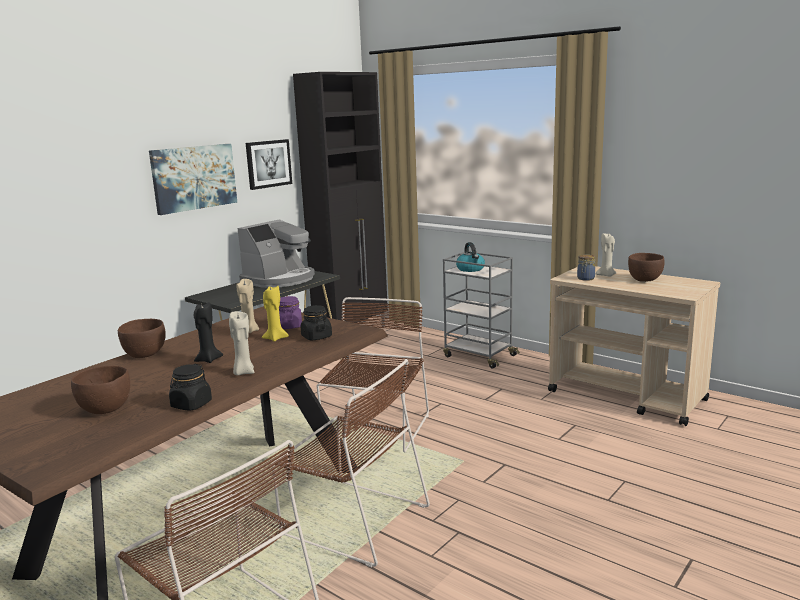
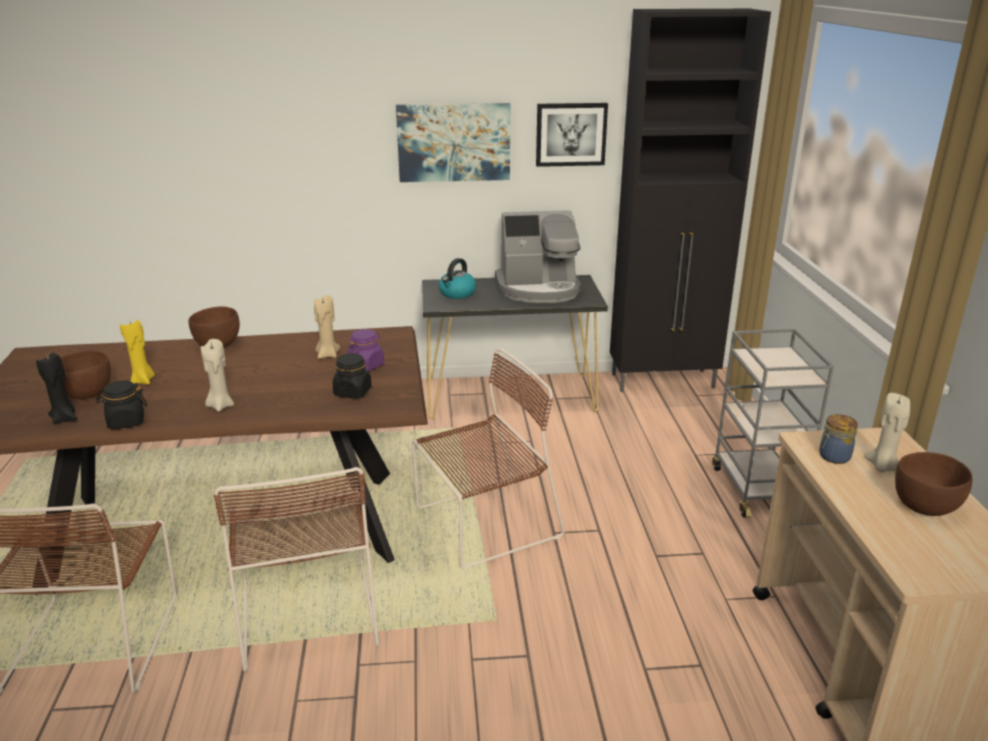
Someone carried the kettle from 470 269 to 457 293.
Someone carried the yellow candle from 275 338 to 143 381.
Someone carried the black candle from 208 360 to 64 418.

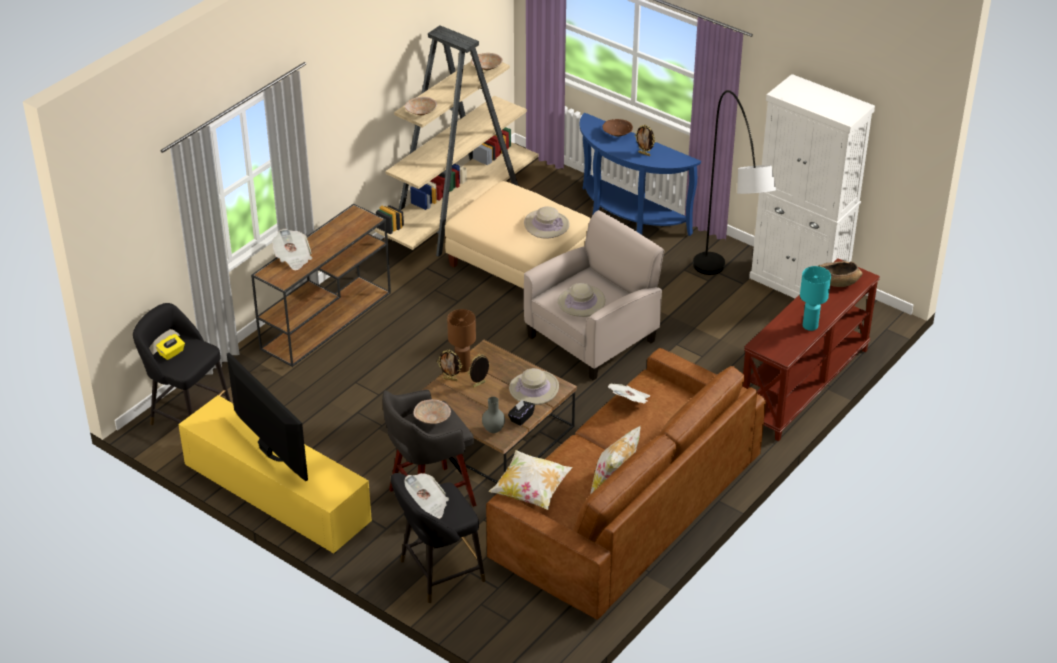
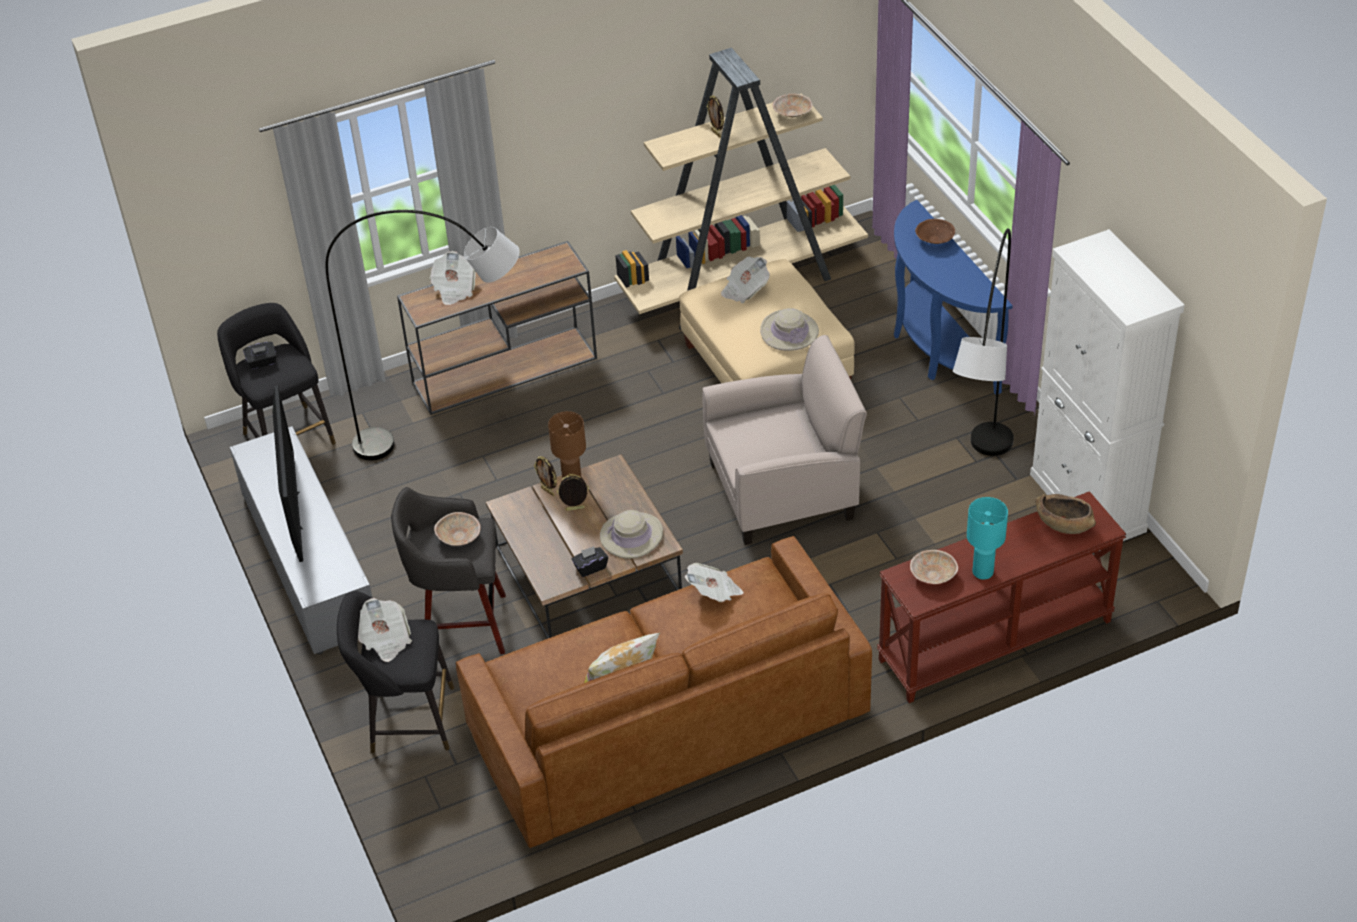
Someone carried the beige bowl from 420 113 to 932 575.
Someone carried the picture frame from 644 154 to 716 133.
Someone took away the beige hat at 581 302.
Someone repainted the yellow tissue box at 171 353, which became the black tissue box at 262 362.
Someone repainted the yellow tv stand at 275 495, which became the grey tv stand at 307 562.
Someone took away the grey vase at 493 430.
Someone took away the pillow at 531 491.
Someone put down the grey floor lamp at 452 439.
Someone put down the newspaper at 744 290.

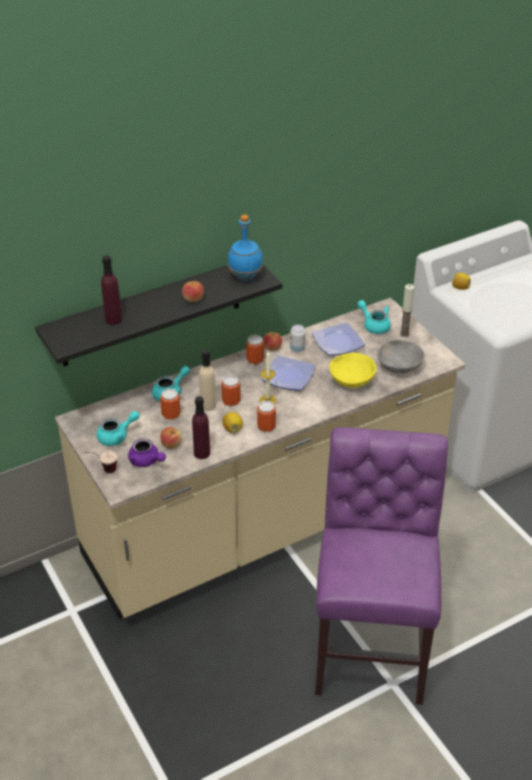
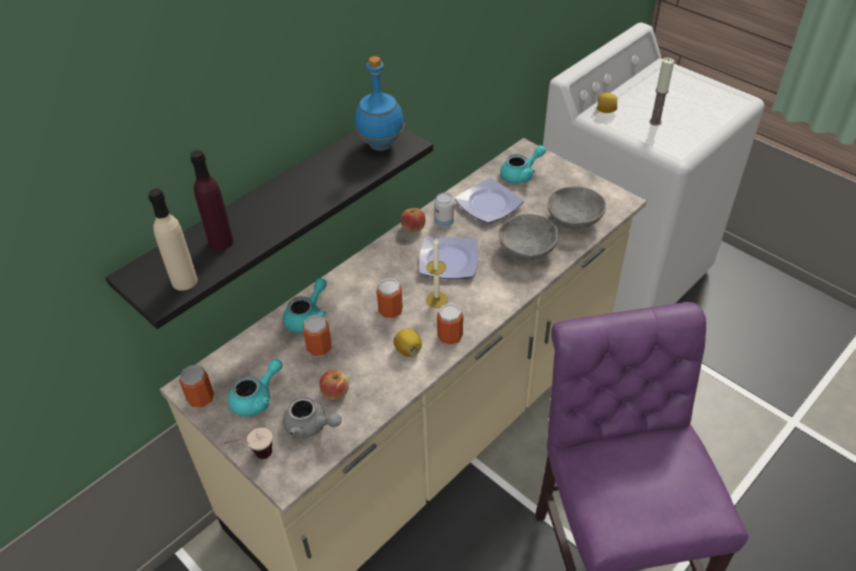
Someone took away the apple at 193 299.
Someone carried the candle from 404 334 to 655 122.
Someone rotated the turquoise teapot at 374 325 by 120 degrees clockwise.
Someone carried the can from 255 360 to 201 398.
Someone carried the beige bottle from 208 406 to 184 281.
Someone repainted the yellow bowl at 352 380, which became the grey bowl at 528 249.
Someone took away the purple bottle at 202 453.
Someone repainted the purple teapot at 146 461, which became the grey teapot at 310 426.

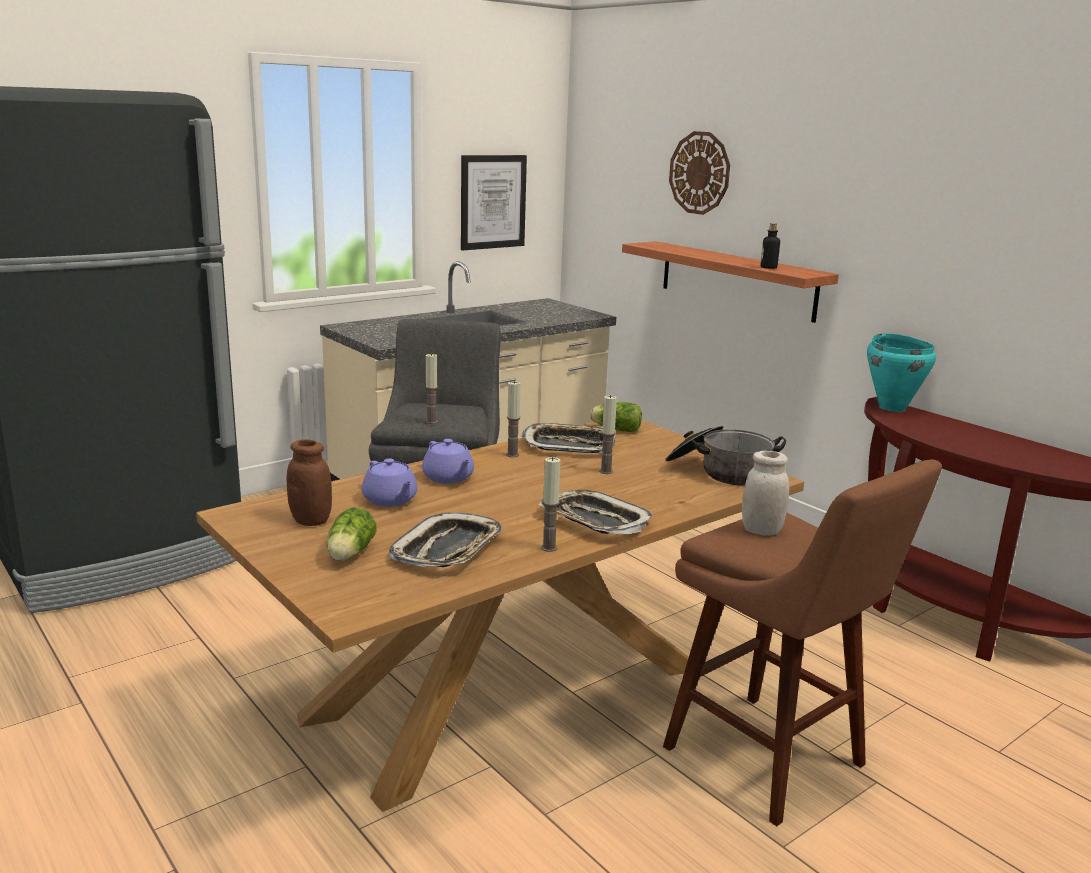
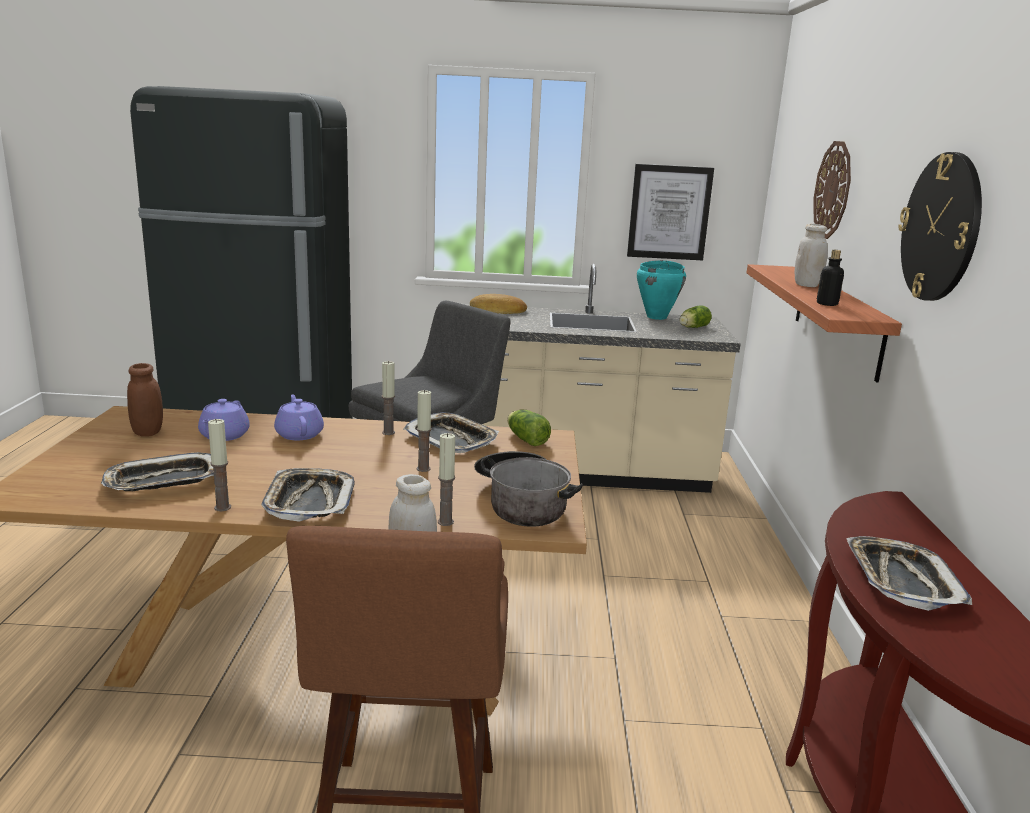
Someone carried the turquoise cooking pot from 892 408 to 657 317.
Someone carried the candle from 431 422 to 445 522.
Someone rotated the purple teapot at 448 478 by 150 degrees clockwise.
Someone carried the lettuce from 349 554 to 692 327.
Someone put up the wall clock at 941 227.
Someone put down the white jar at 806 285.
Someone put down the bread at 498 311.
Someone put down the tray at 901 580.

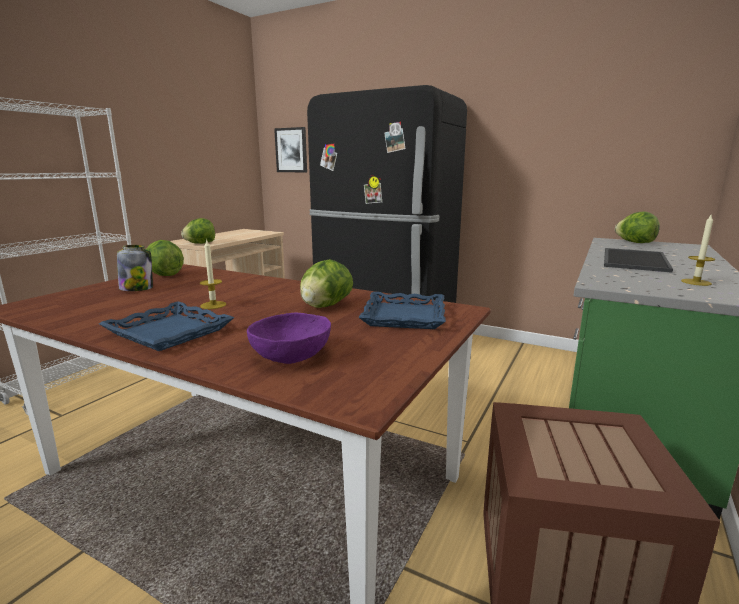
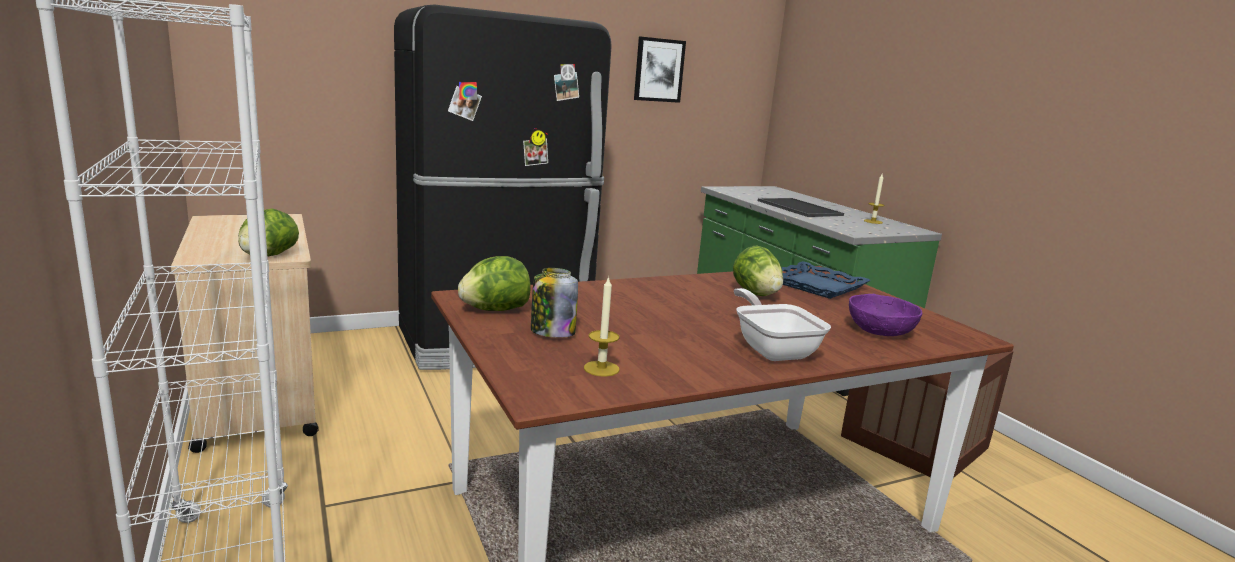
Someone carried the picture from 291 150 to 658 70.
Someone took away the lettuce at 635 242.
Someone carried the candle from 213 305 to 601 368.
Someone swapped the blue tray at 170 332 for the frying pan at 772 349.

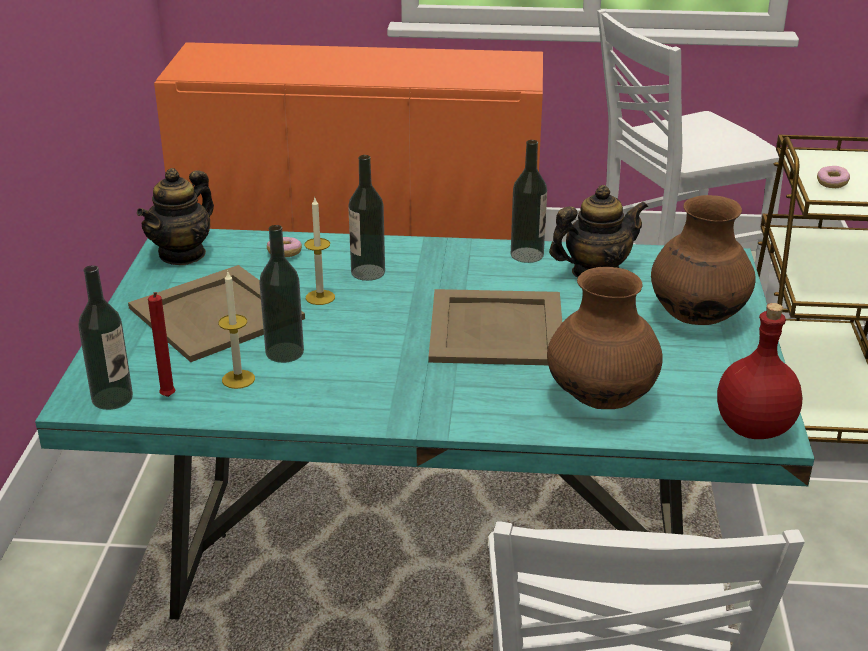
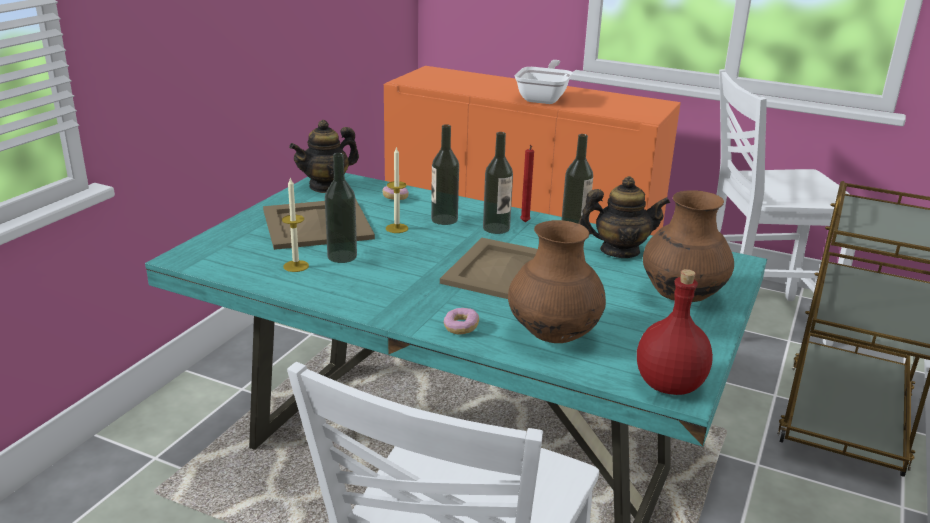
Someone carried the donut from 832 183 to 461 328.
Someone carried the bottle from 112 398 to 496 228.
Someone carried the red candle from 168 398 to 524 223.
Someone put down the frying pan at 544 98.

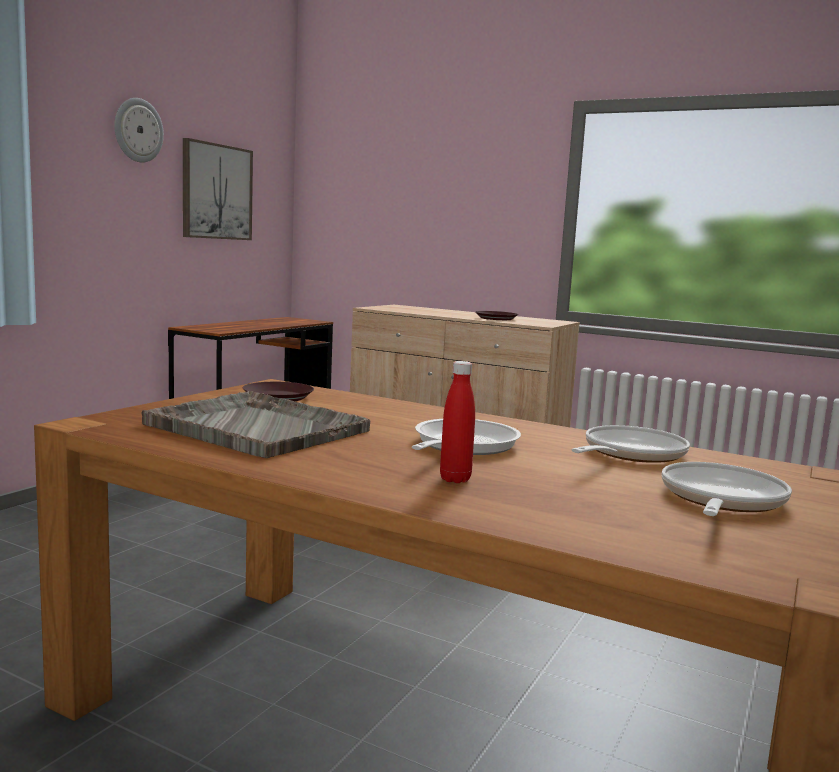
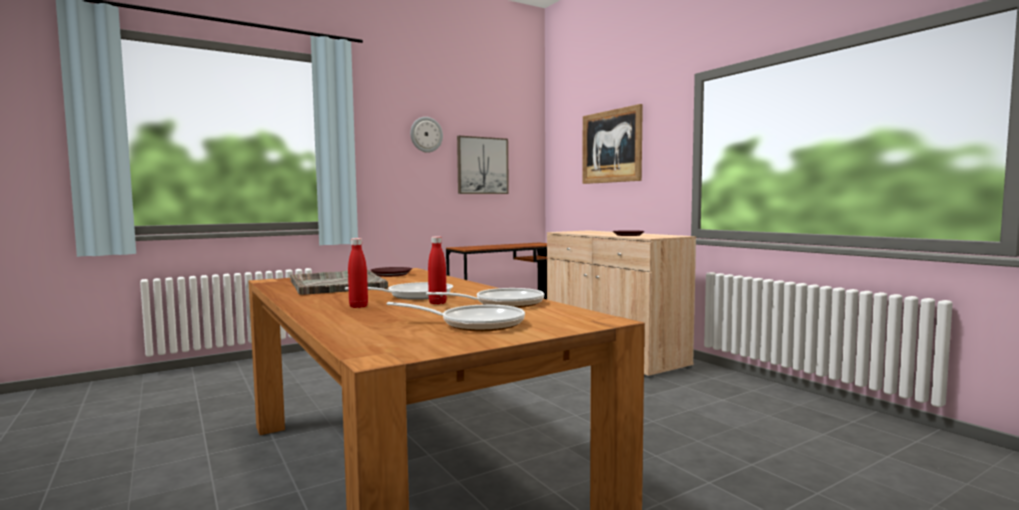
Someone rotated the frying pan at 720 500 by 45 degrees clockwise.
Someone put up the picture at 611 146.
Someone put down the red bottle at 437 303.

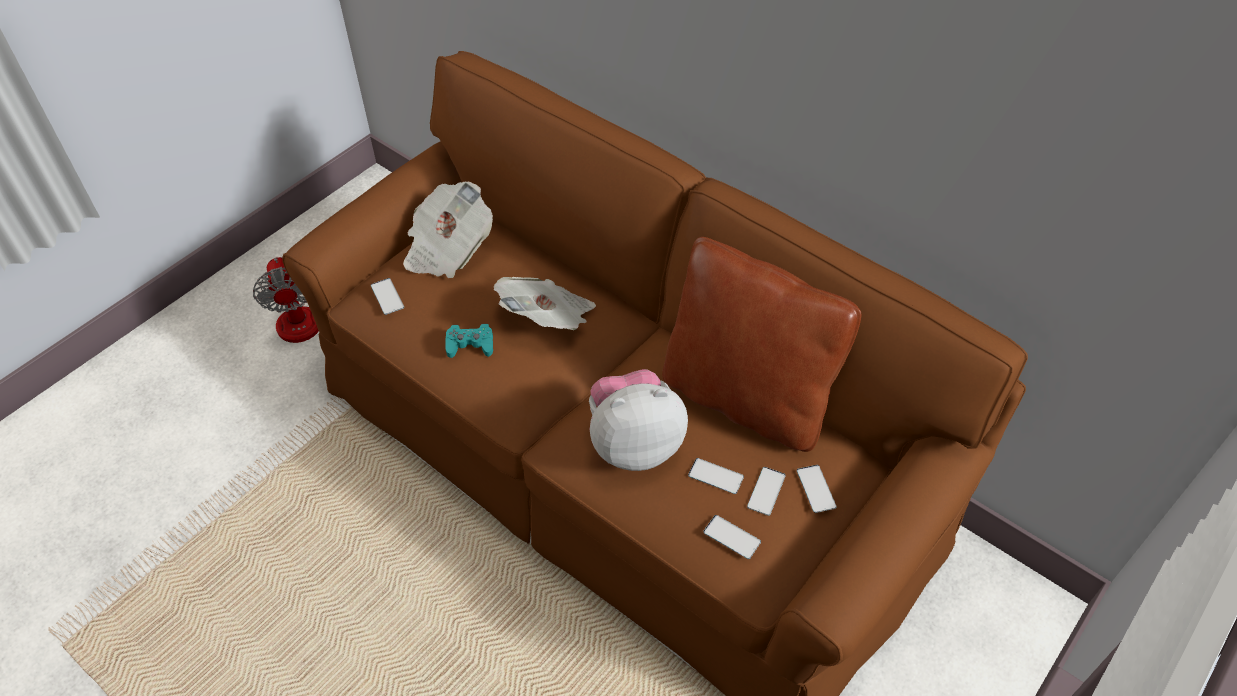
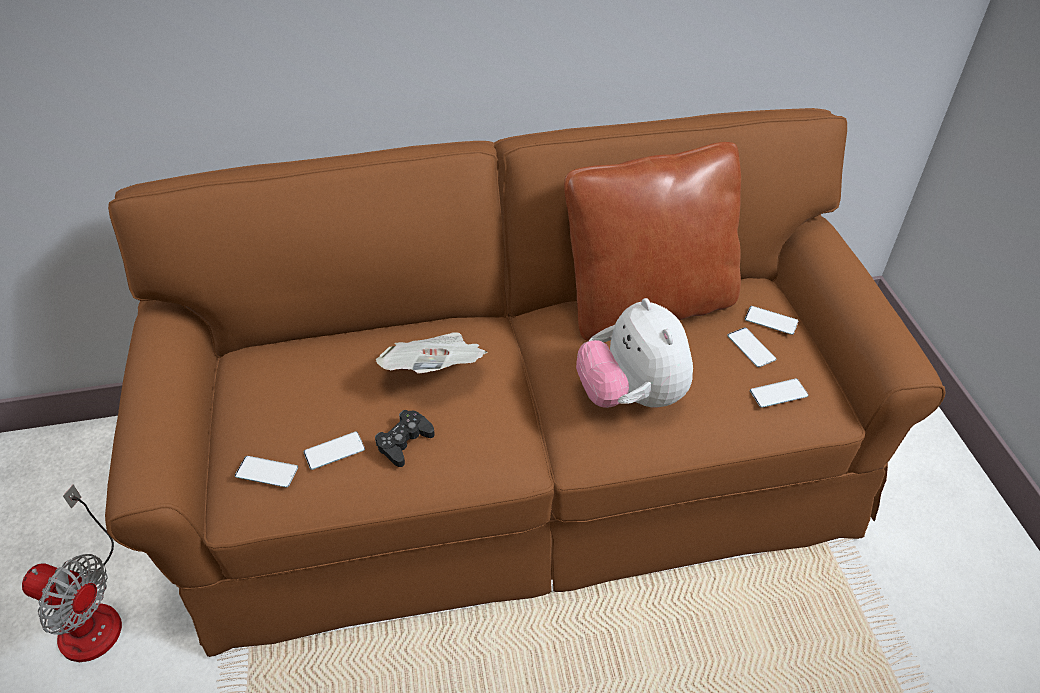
Someone took away the newspaper at 447 249.
Someone repainted the turquoise game controller at 470 345, which became the black game controller at 404 442.
Someone rotated the plush toy at 634 443 by 45 degrees counterclockwise.
Someone carried the phone from 715 476 to 334 451.

